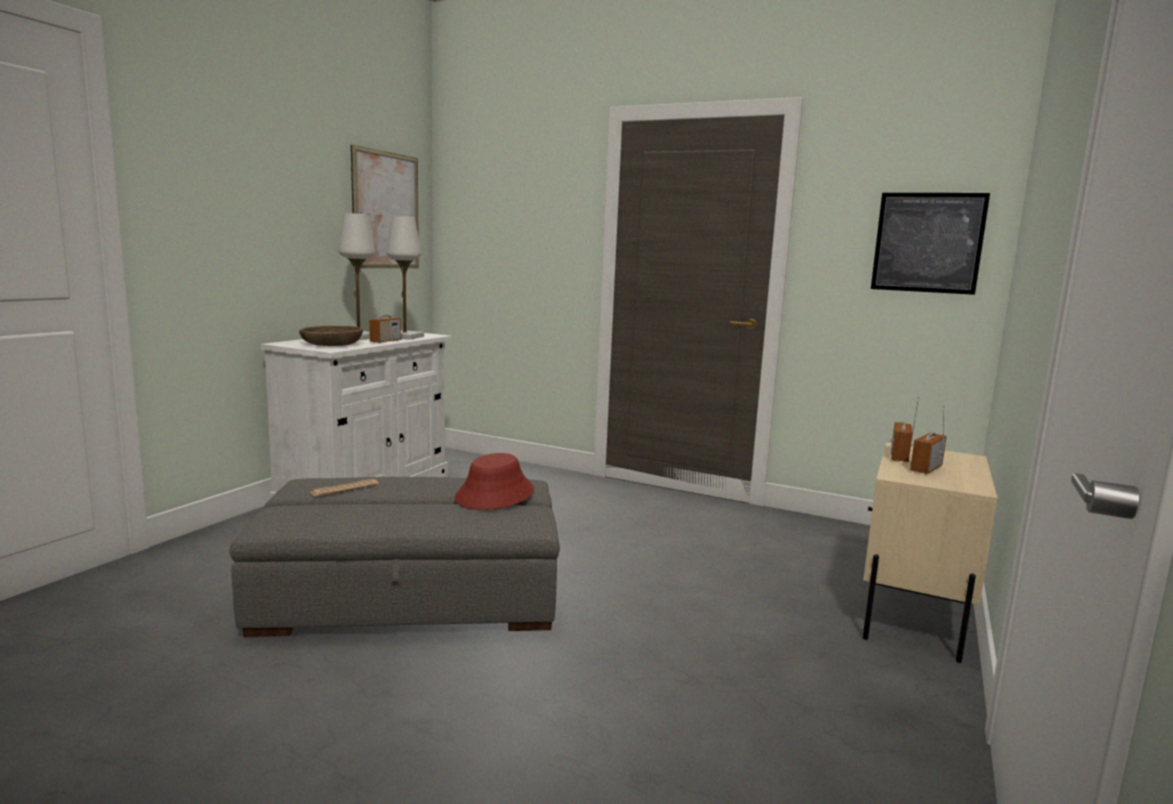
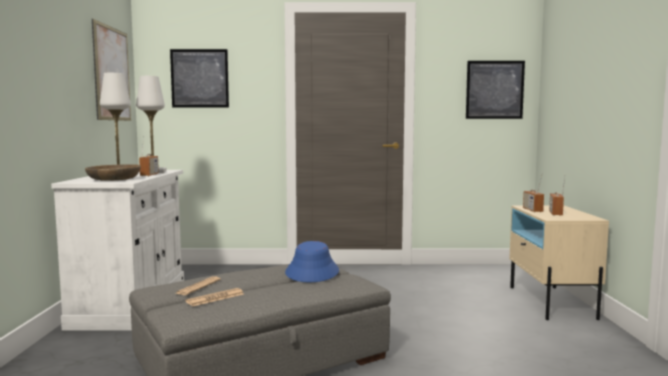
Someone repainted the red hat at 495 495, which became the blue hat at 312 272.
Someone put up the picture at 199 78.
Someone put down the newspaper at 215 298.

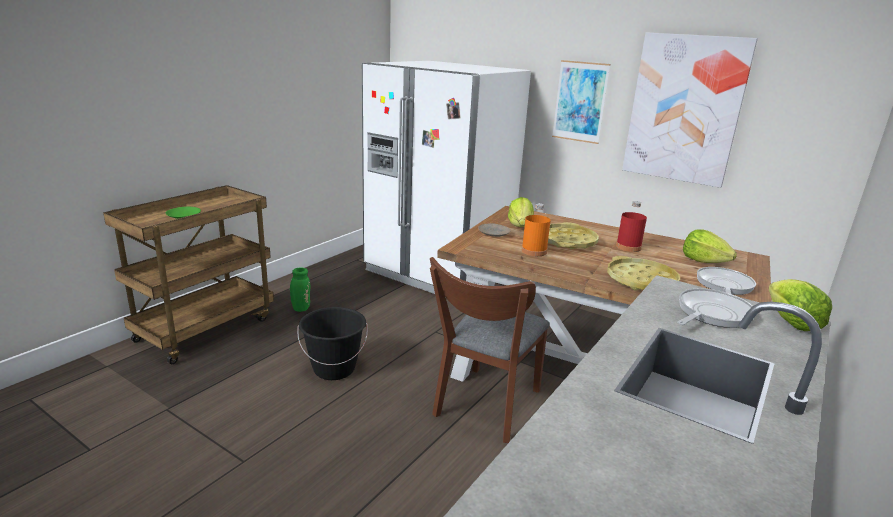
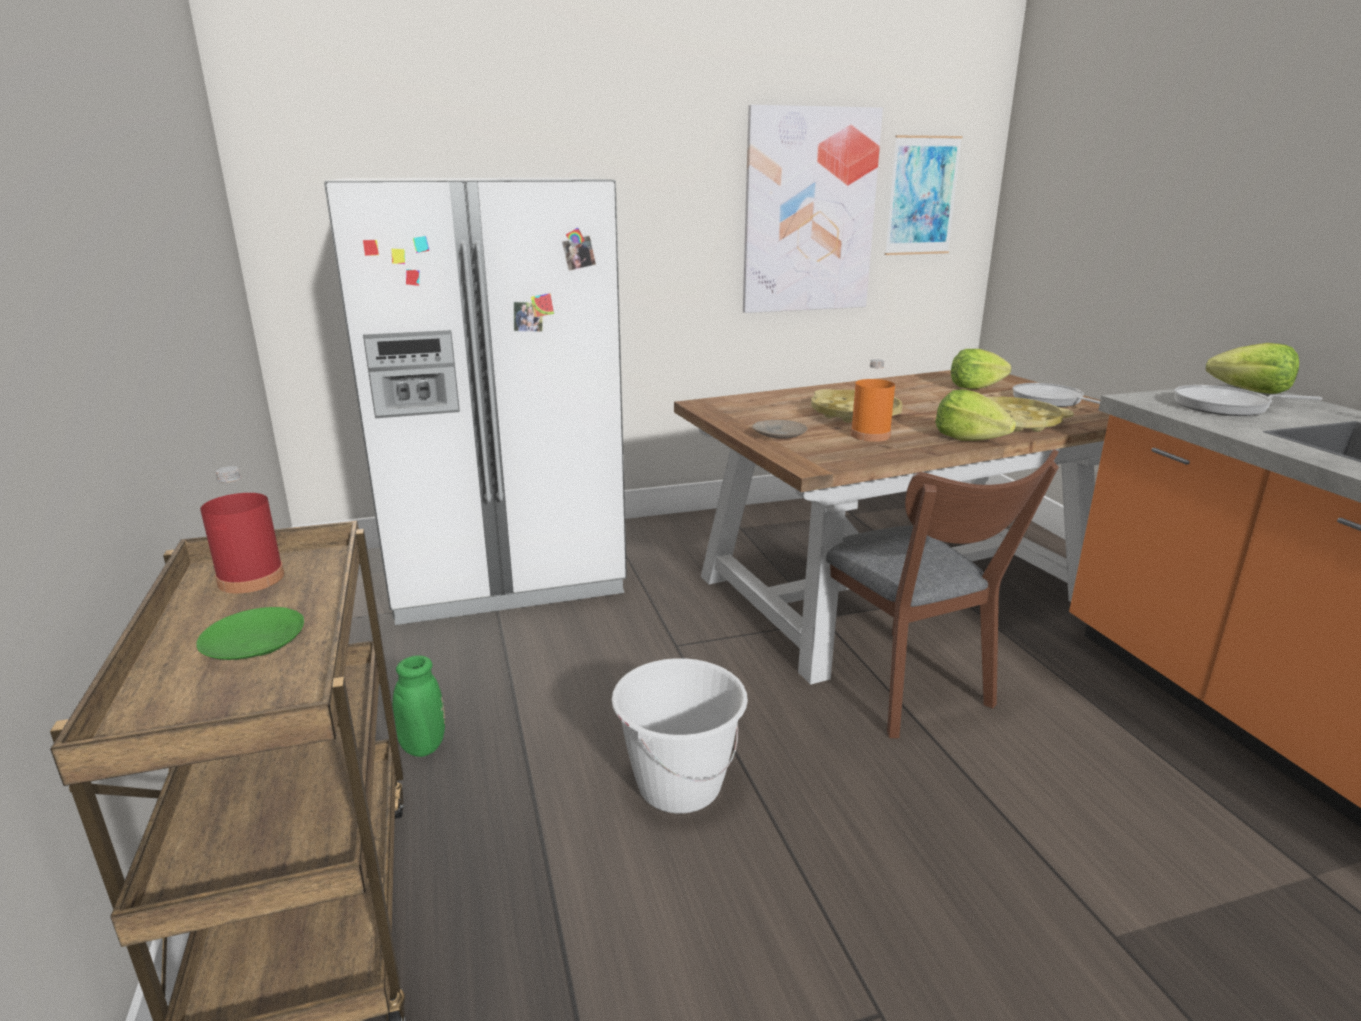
Someone carried the picture from 580 102 to 922 196.
Someone carried the lettuce from 520 226 to 968 439.
Someone carried the red bottle from 628 247 to 251 579.
Someone rotated the frying pan at 711 314 by 75 degrees counterclockwise.
Someone repainted the black bucket at 334 369, which became the white bucket at 679 786.

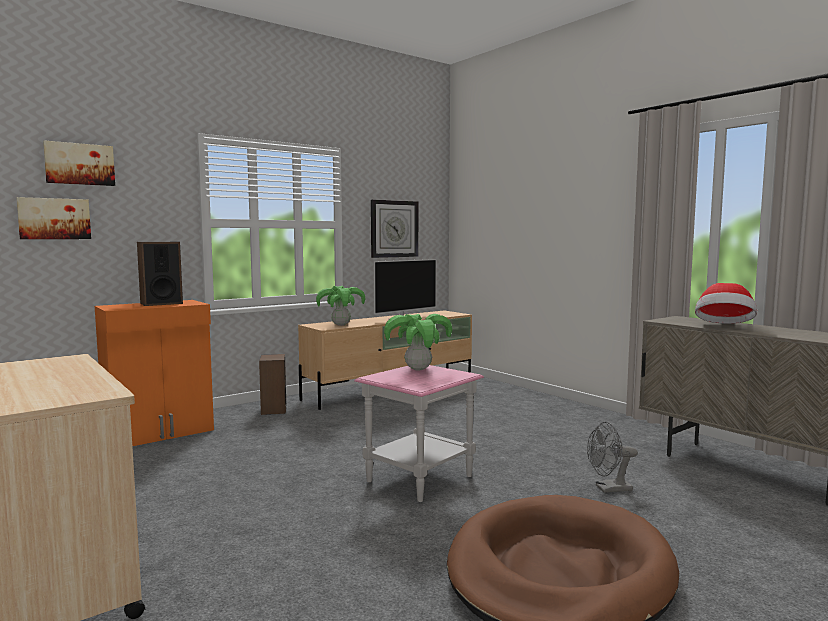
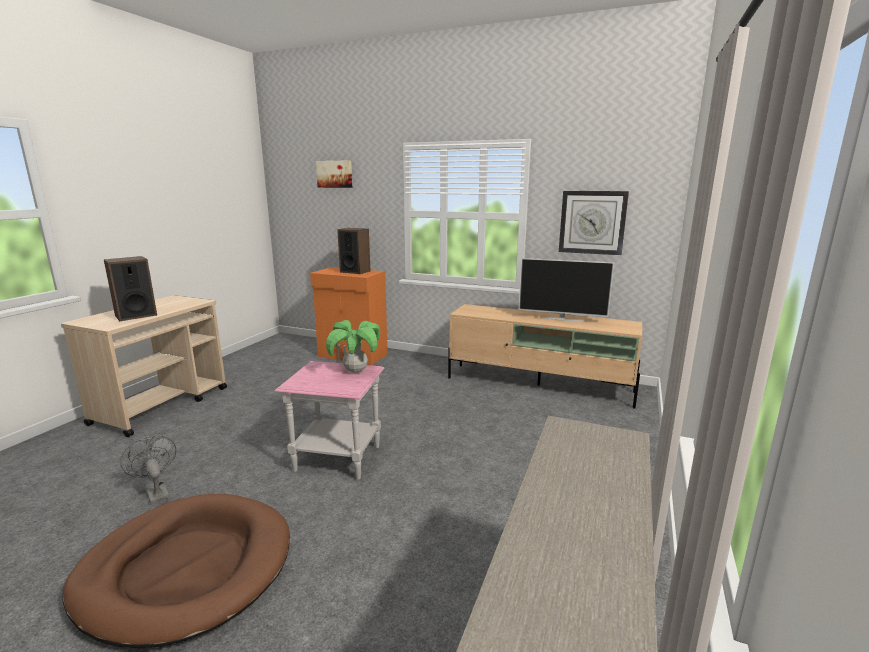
Someone took away the picture at 54 218.
Someone took away the hat at 724 326.
Someone took away the potted plant at 340 325.
Someone carried the speaker from 273 409 to 136 315.
Someone carried the grey fan from 608 489 to 156 492.

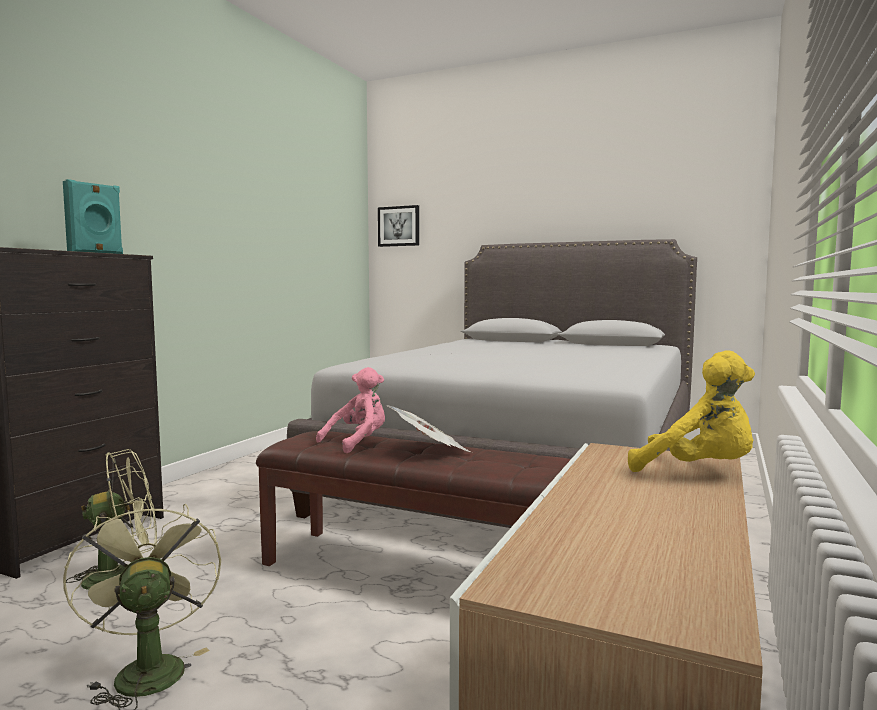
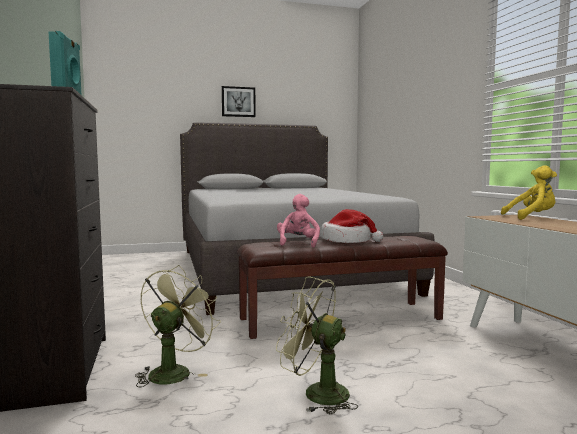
Someone carried the picture from 399 226 to 238 102.
Someone swapped the newspaper at 430 451 for the hat at 347 241.

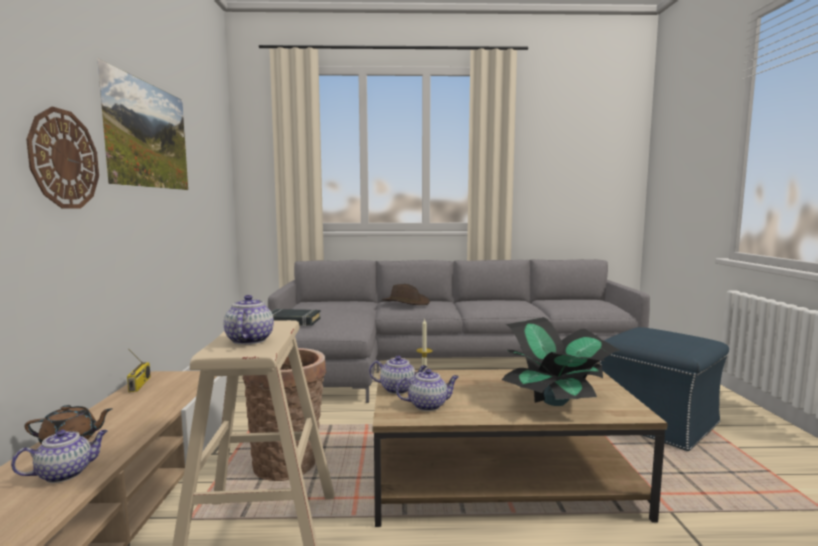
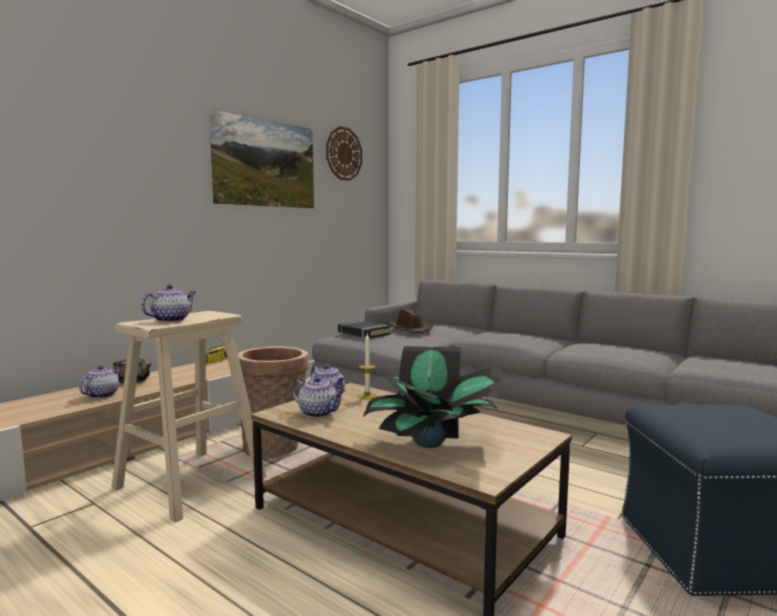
Someone carried the wall clock from 64 159 to 343 154.
Someone carried the brown hat from 406 302 to 410 329.
Someone rotated the teapot at 66 473 by 75 degrees counterclockwise.

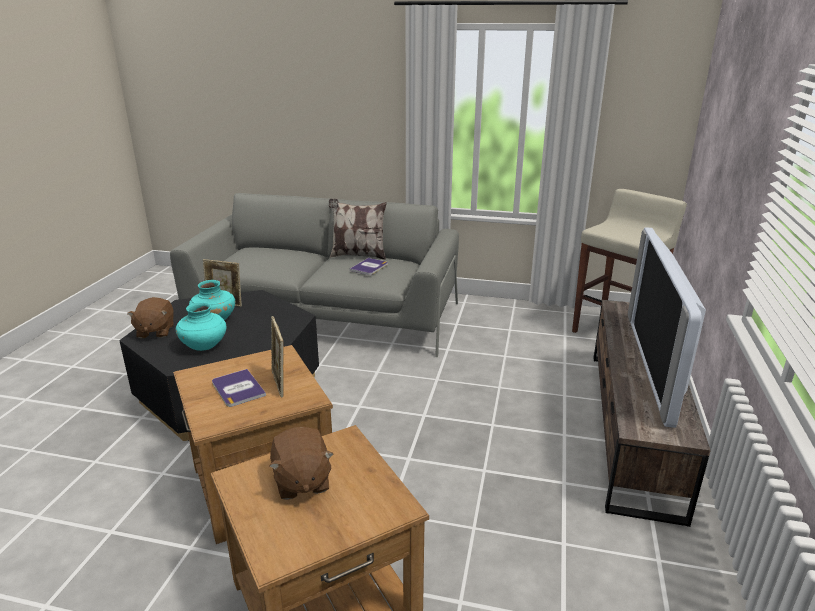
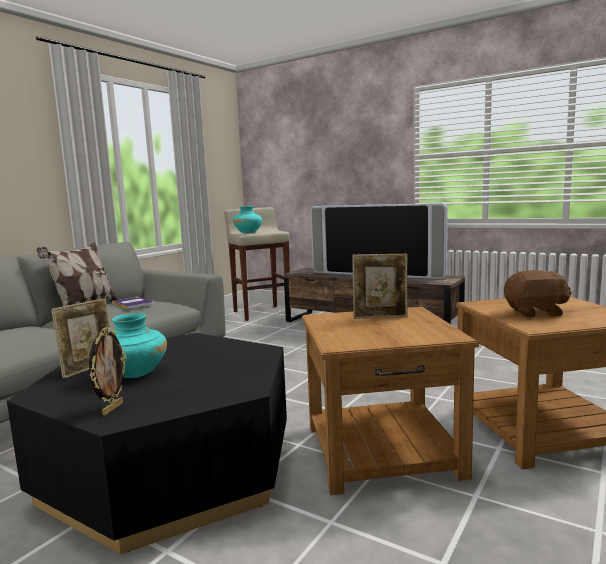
Someone swapped the brown plush toy at 155 331 for the picture frame at 112 408.
Someone carried the turquoise vase from 204 346 to 248 233.
Someone took away the book at 238 388.

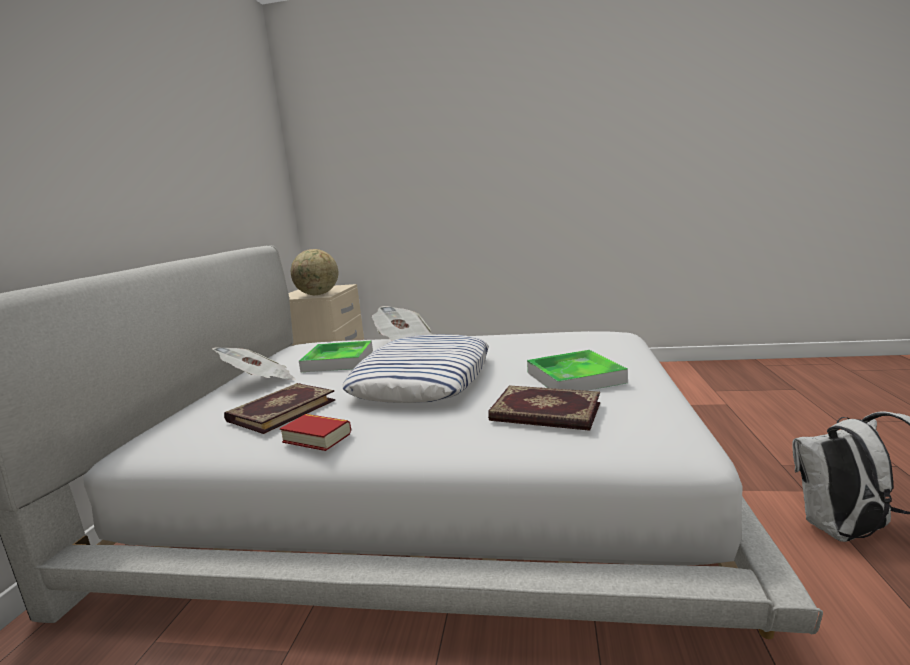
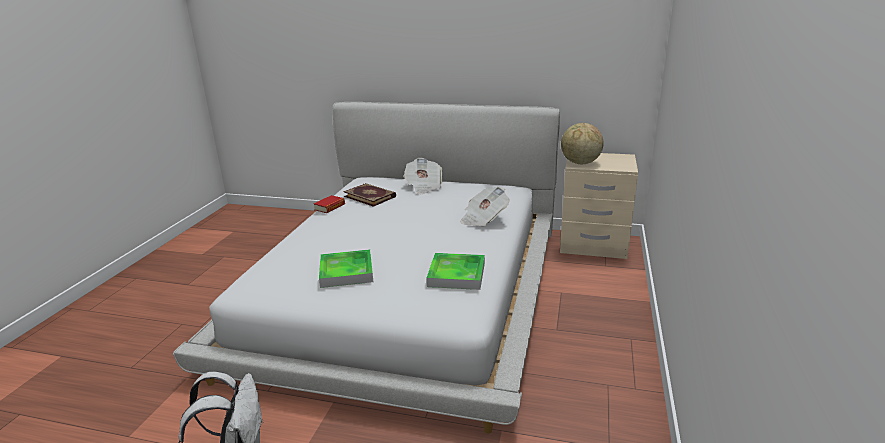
Someone took away the pillow at 423 379.
Someone carried the tray from 338 361 to 456 275.
Someone took away the book at 545 413.

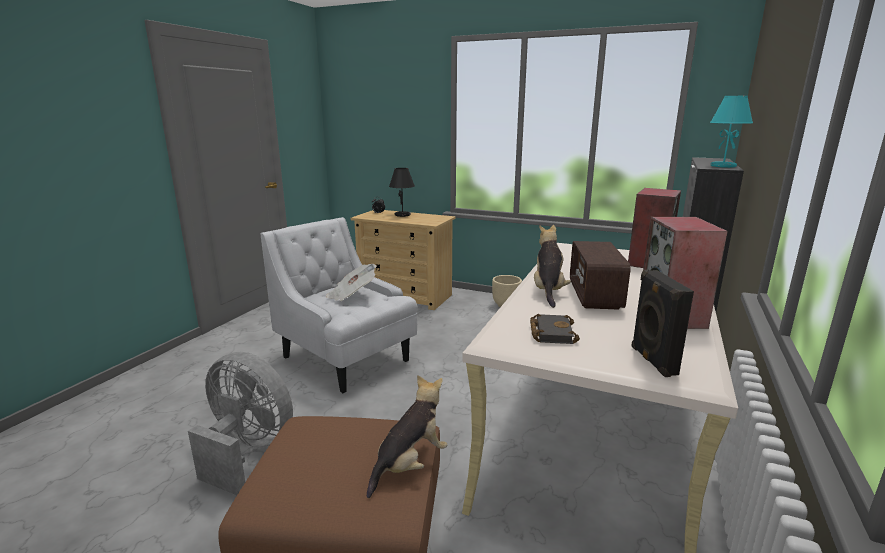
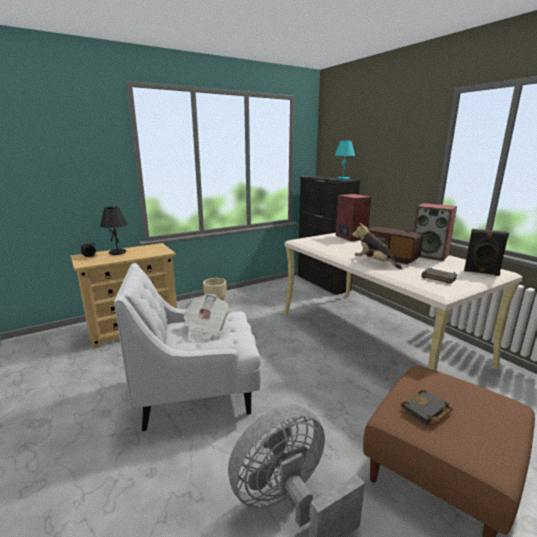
Someone took away the plush toy at 410 464.
Someone put down the black book at 426 411.

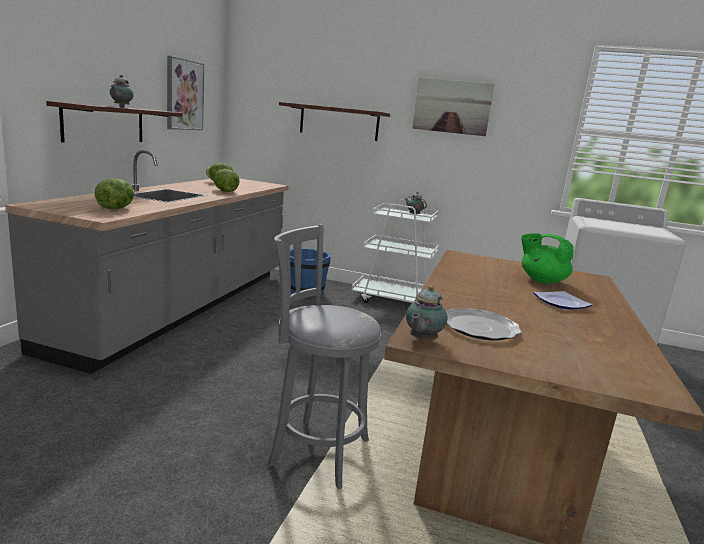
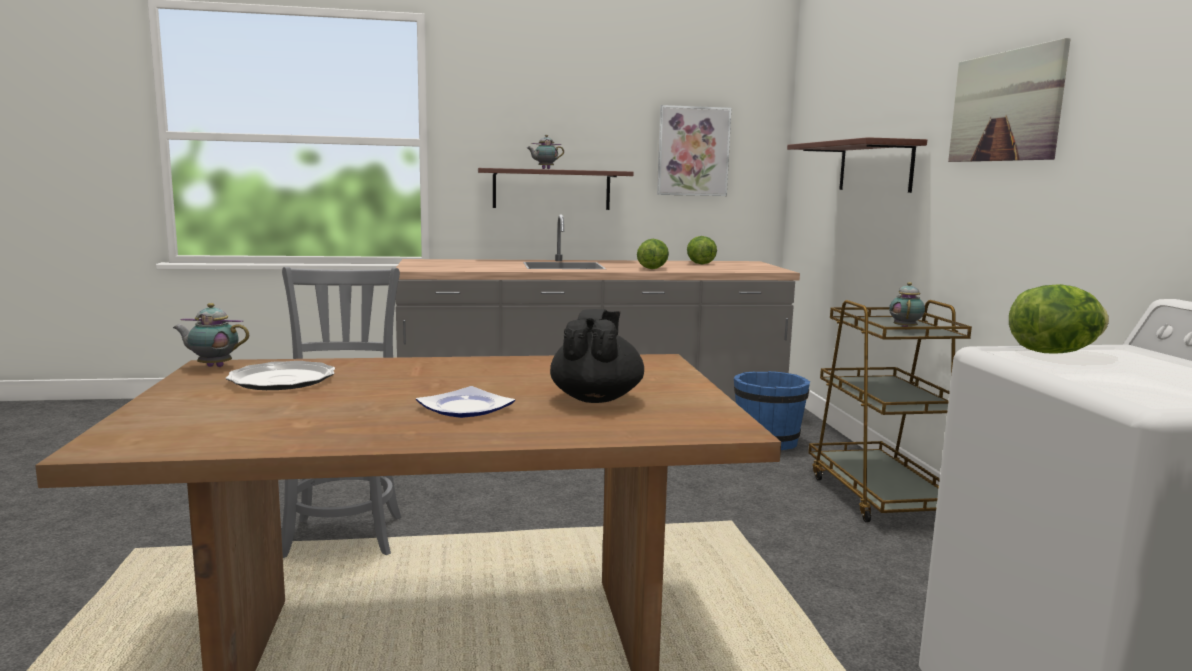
Someone carried the lettuce from 116 208 to 1054 352.
Someone repainted the white cart at 395 300, which became the brown cart at 879 496.
Someone repainted the green teapot at 541 280, which became the black teapot at 596 398.

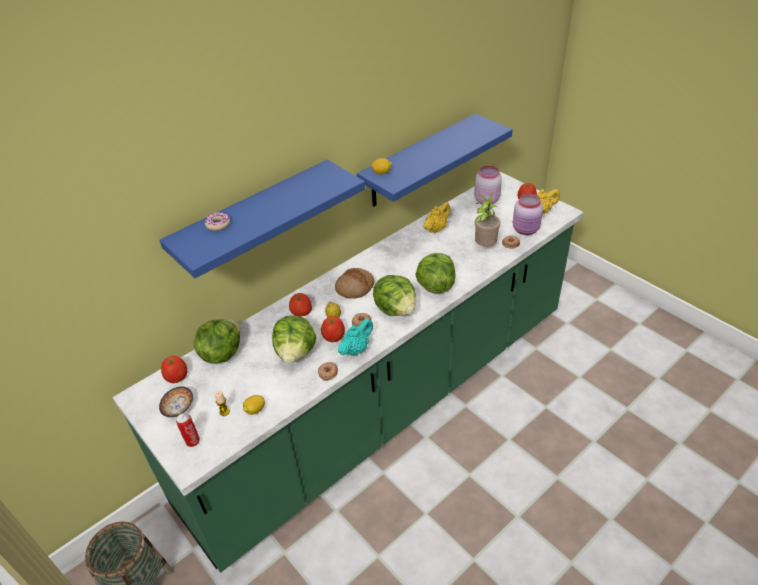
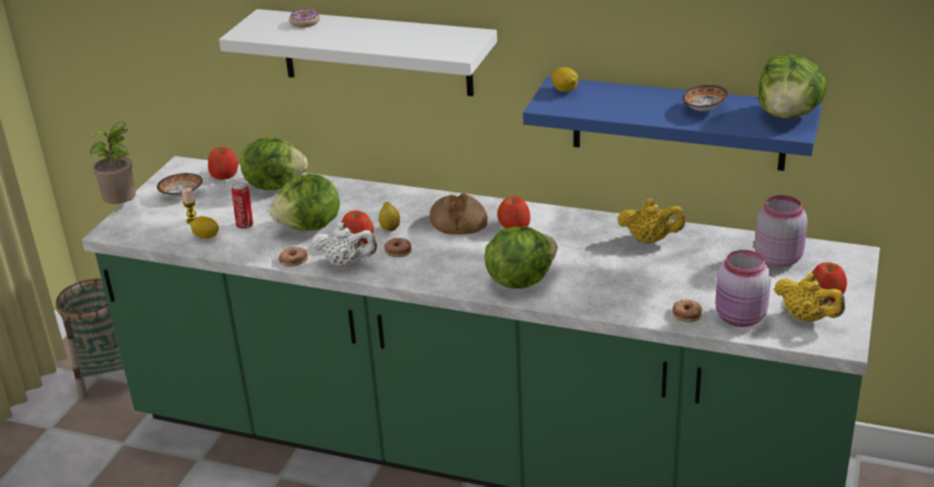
Someone repainted the blue shelf at 254 219, which became the white shelf at 376 52.
Someone carried the potted plant from 484 246 to 124 207.
Someone carried the lettuce from 396 309 to 788 115.
Someone carried the apple from 301 312 to 514 226.
Someone repainted the turquoise teapot at 356 349, which became the white teapot at 346 264.
Someone carried the can from 192 441 to 245 225.
Someone put down the bowl at 704 109.

